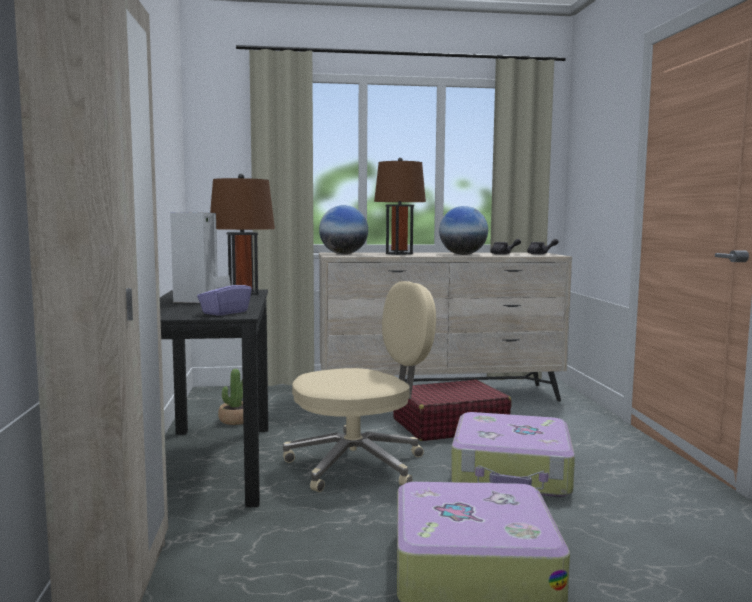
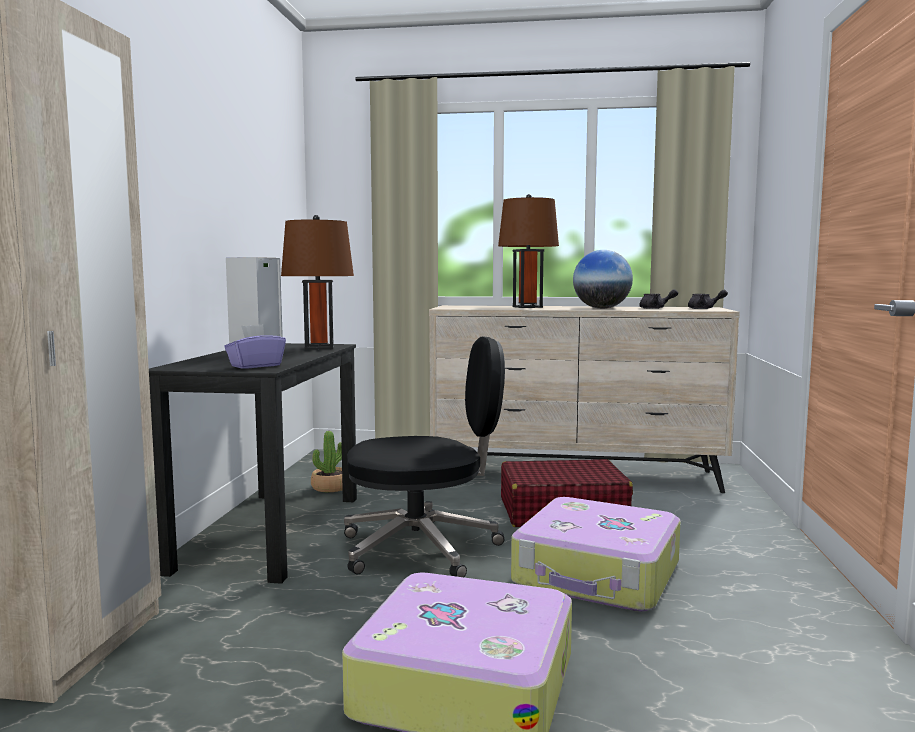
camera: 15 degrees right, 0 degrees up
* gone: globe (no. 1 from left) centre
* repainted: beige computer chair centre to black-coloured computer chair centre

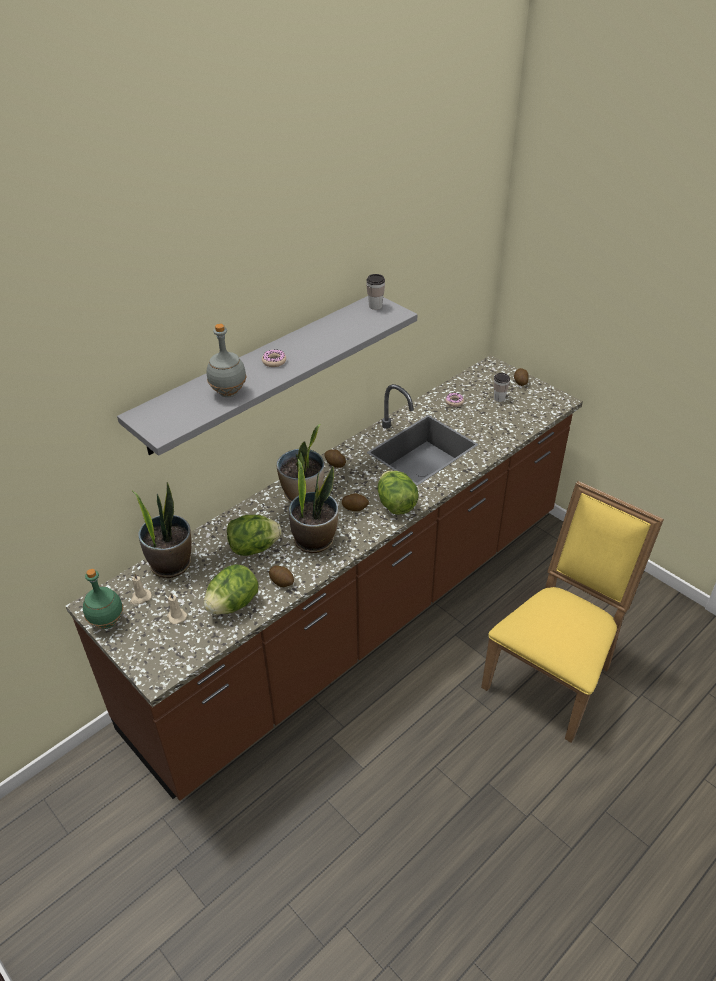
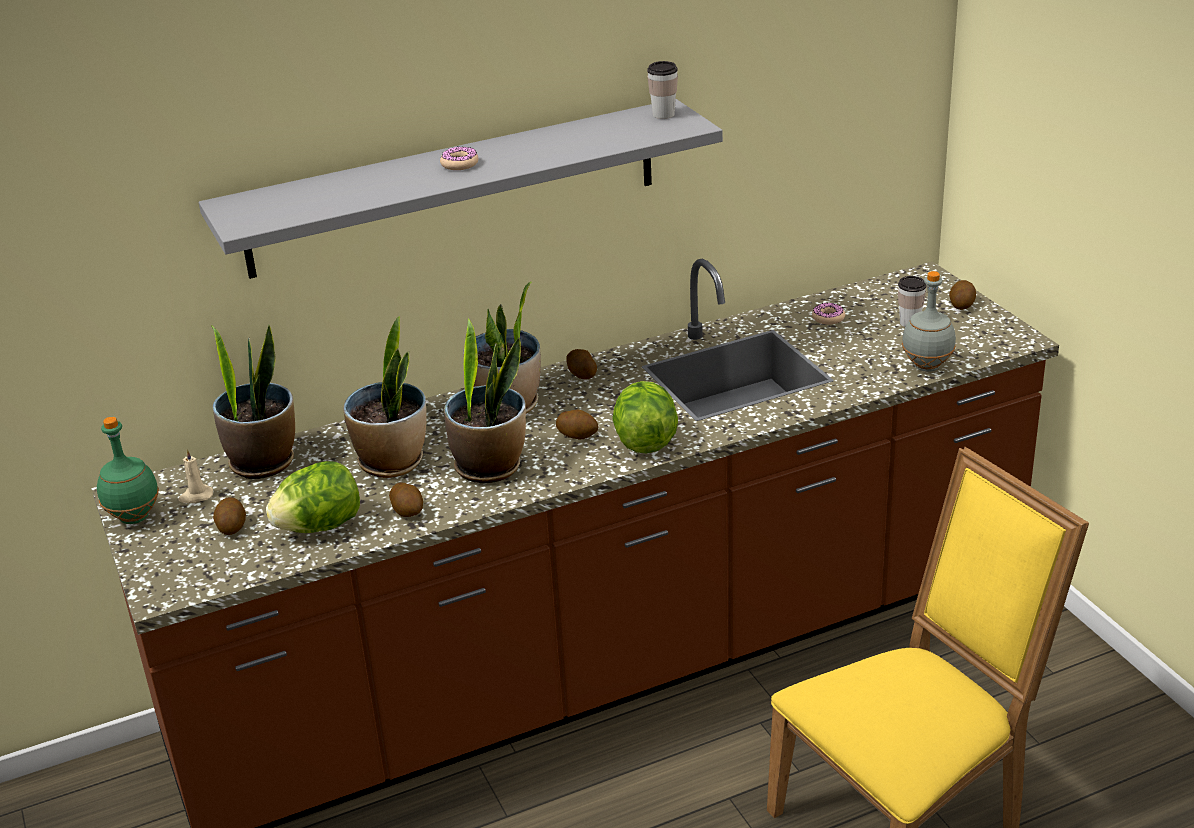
camera: 20 degrees right, 10 degrees down
* shifted: gray drink bottle middle left to middle right
* swapped: beige wax candle (no. 2 from left) middle left to whole potato (no. 1 from left) middle left
* swapped: lettuce head (no. 2 from left) centre to plant in a pot (no. 2 from left) middle left

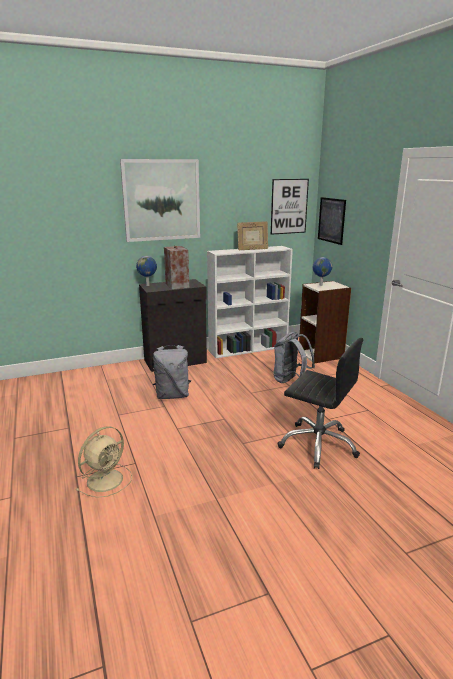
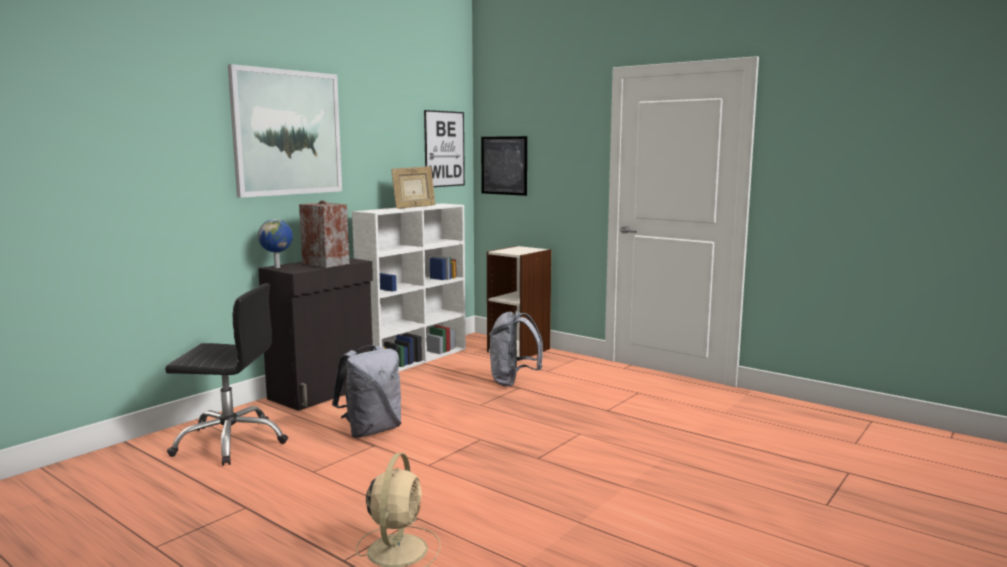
camera: 30 degrees left, 10 degrees down
* gone: globe (no. 2 from left) middle right
* shifted: black-coloured computer chair middle right to middle left

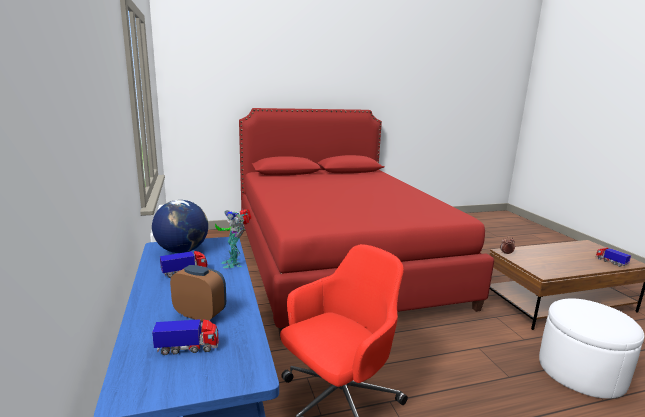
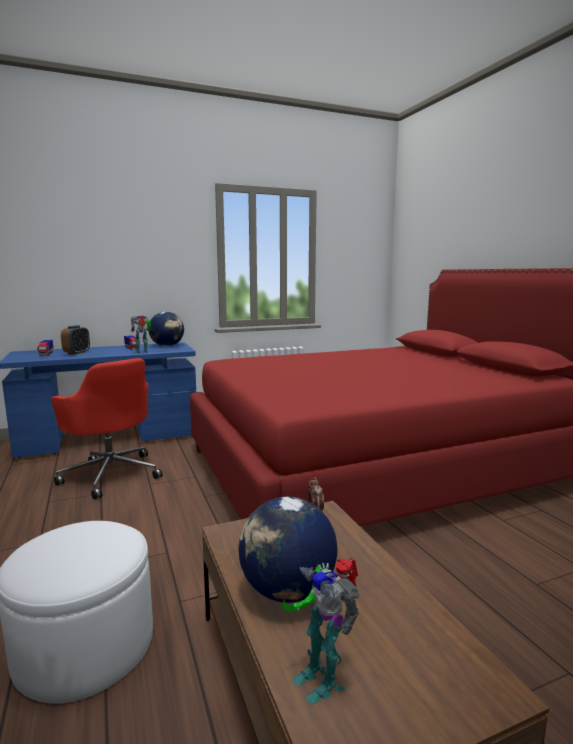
camera: 85 degrees right, 5 degrees down
* new: globe (no. 2 from left) bottom centre
* swapped: model truck (no. 3 from left) middle right to model robot (no. 2 from left) bottom centre

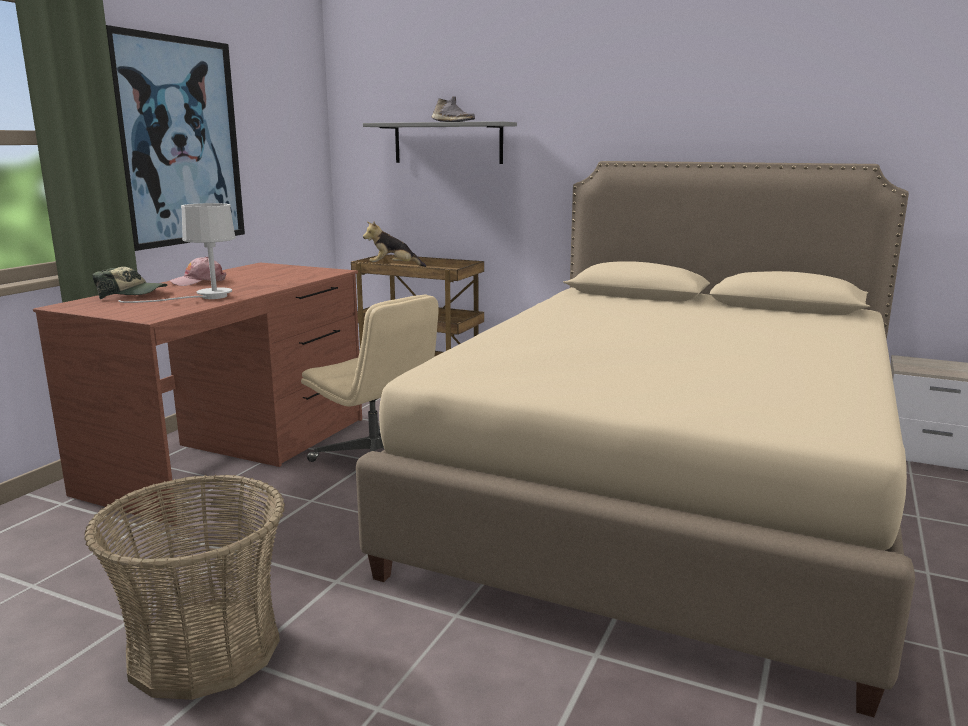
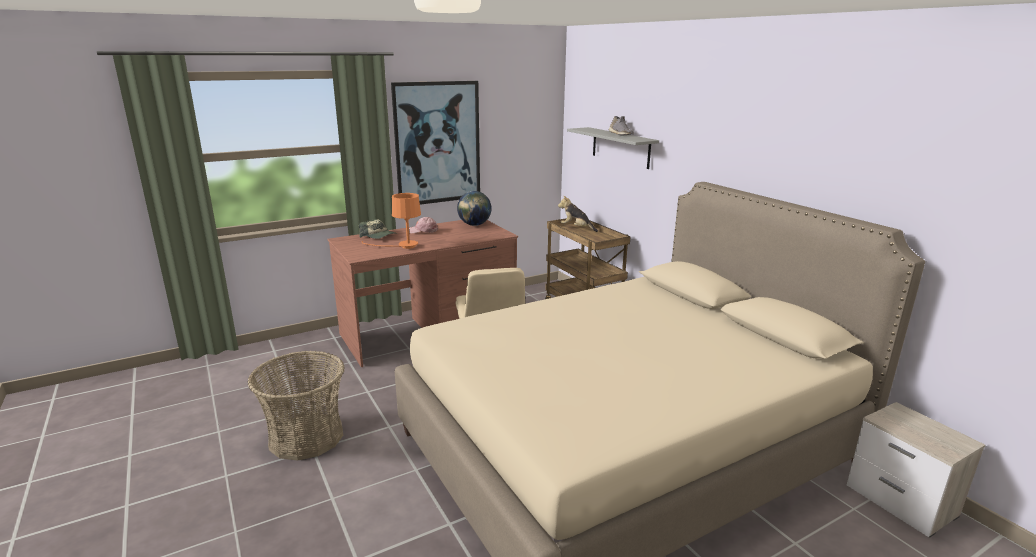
camera: 35 degrees right, 5 degrees up
* new: globe centre
* repainted: whitish tabletop lamp middle left to orange tabletop lamp centre

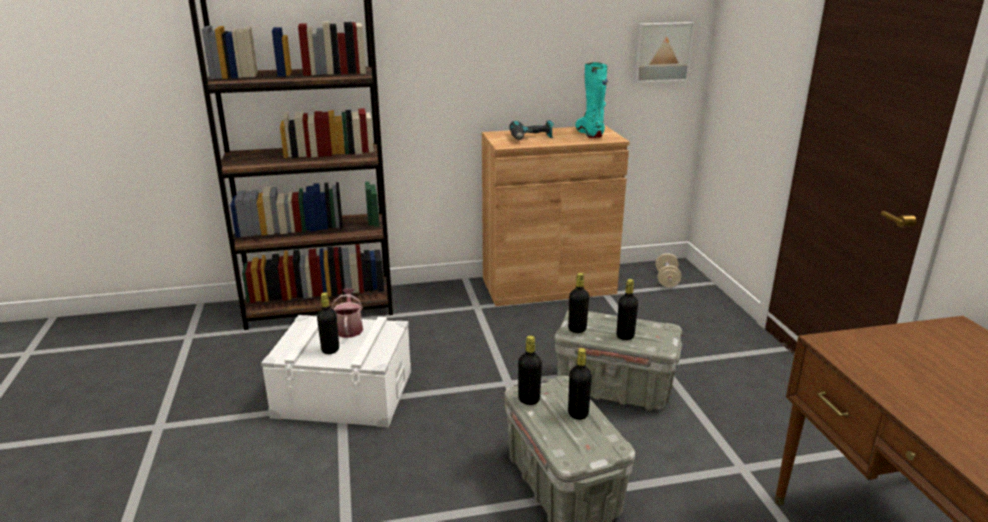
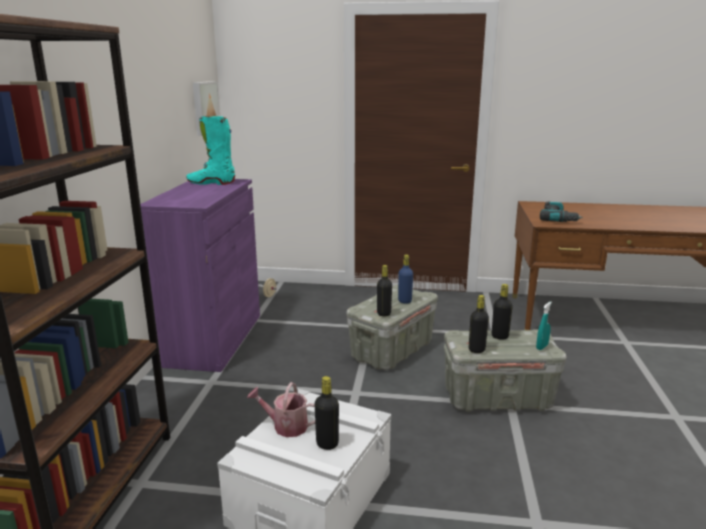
camera: 70 degrees left, 5 degrees down
* new: turquoise-coloured spray bottle middle right
* shifted: power drill top centre to middle right
* repainted: brown-coloured storage cabinet centre to purple-coloured storage cabinet middle left
* repainted: black-coloured drink bottle (no. 5 from left) centre to blue-coloured drink bottle centre

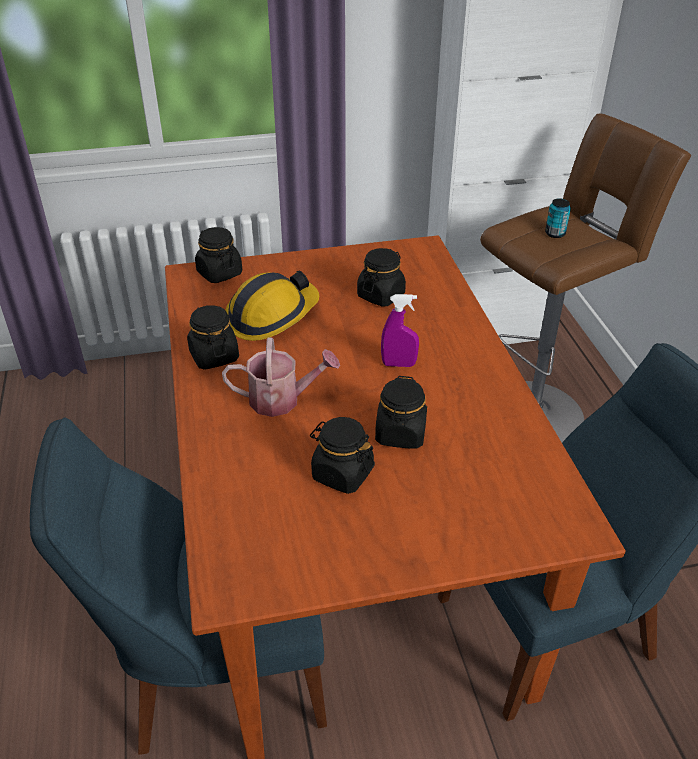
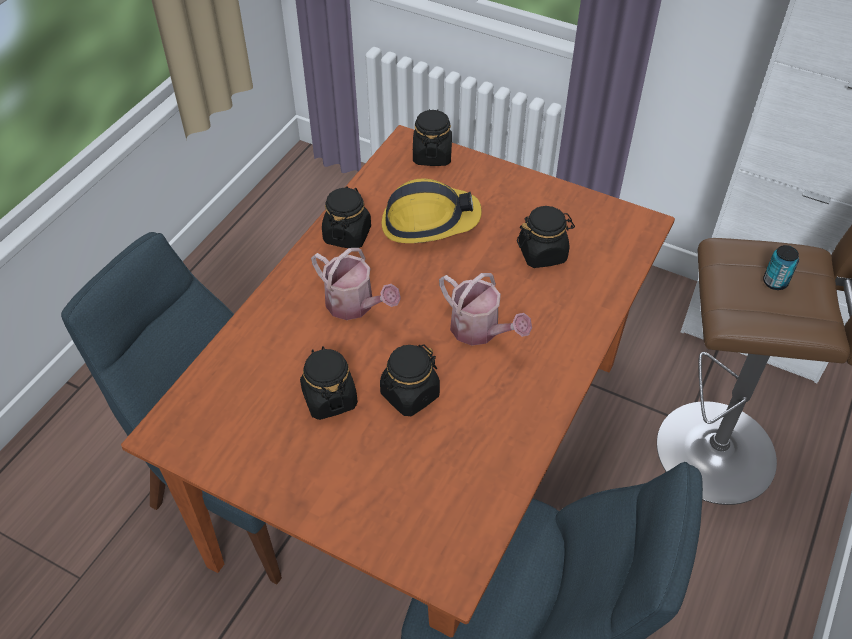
camera: 40 degrees right, 10 degrees up
* swapped: purple-coloured spray bottle centre to sprinkling can (no. 2 from left) centre

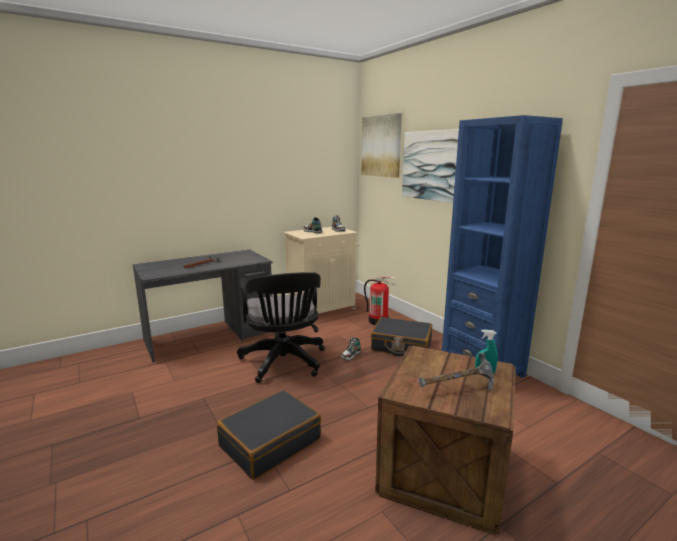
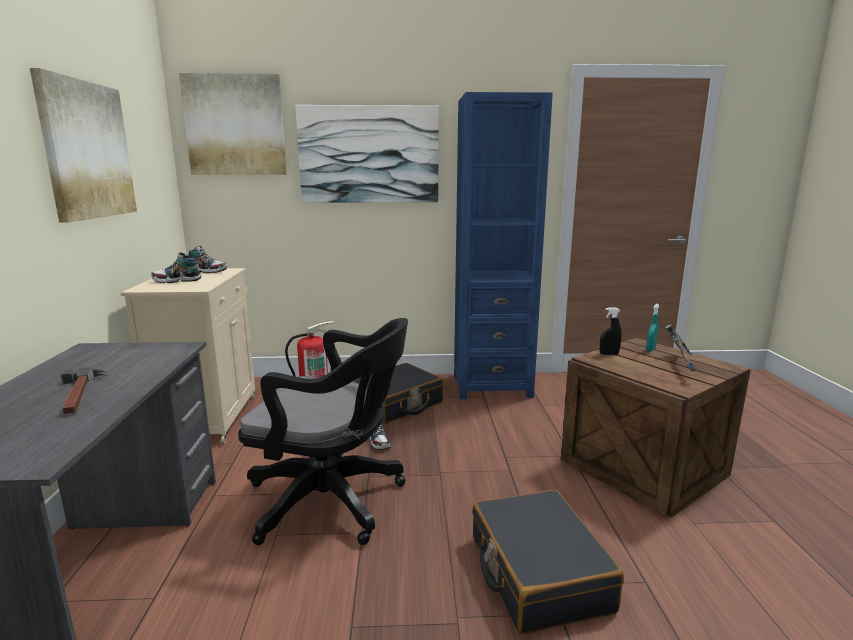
camera: 60 degrees left, 0 degrees up
* new: picture (no. 1 from left) top left
* new: black-coloured spray bottle middle right

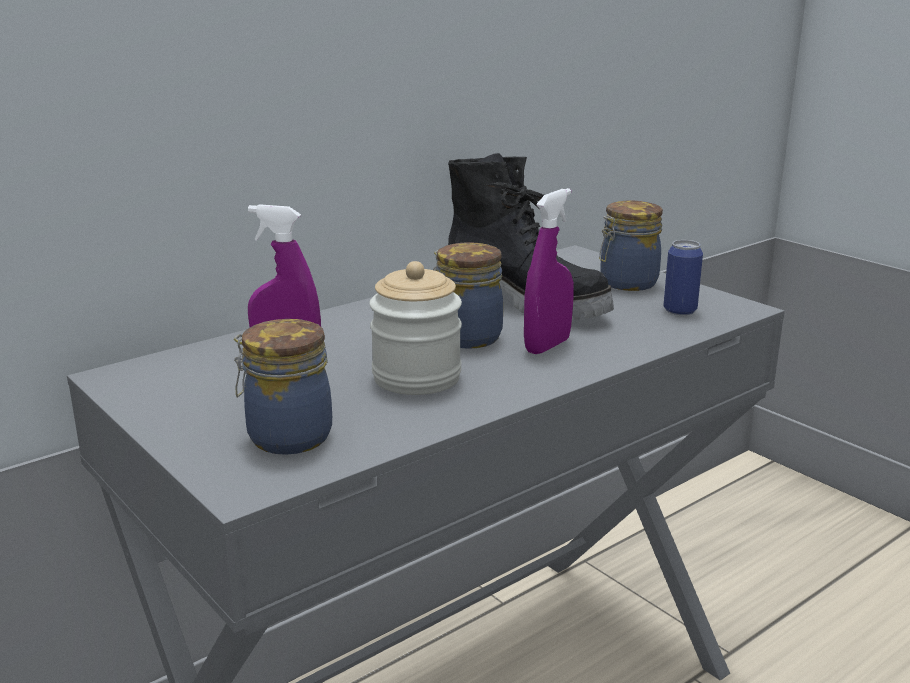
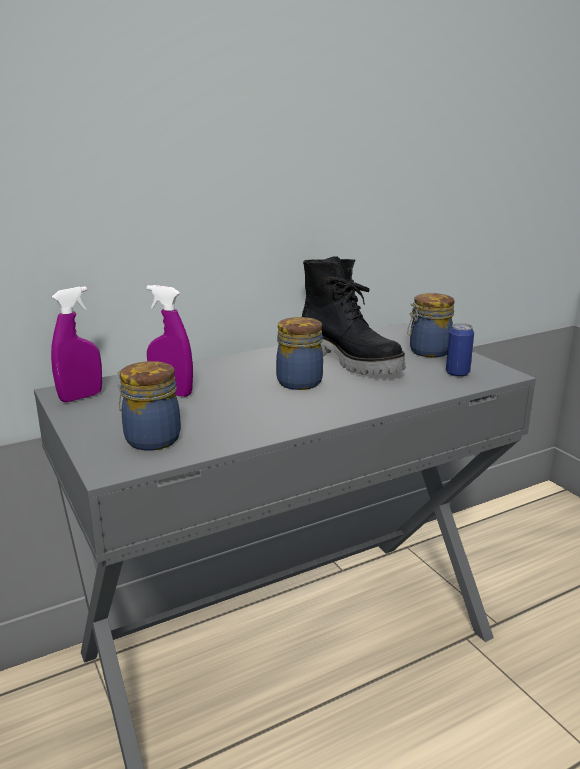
camera: 10 degrees right, 0 degrees up
* gone: storage jar (no. 2 from left) centre
* shifted: purple-coloured spray bottle (no. 2 from left in the first image) centre to purple-coloured spray bottle (no. 1 from left) middle left

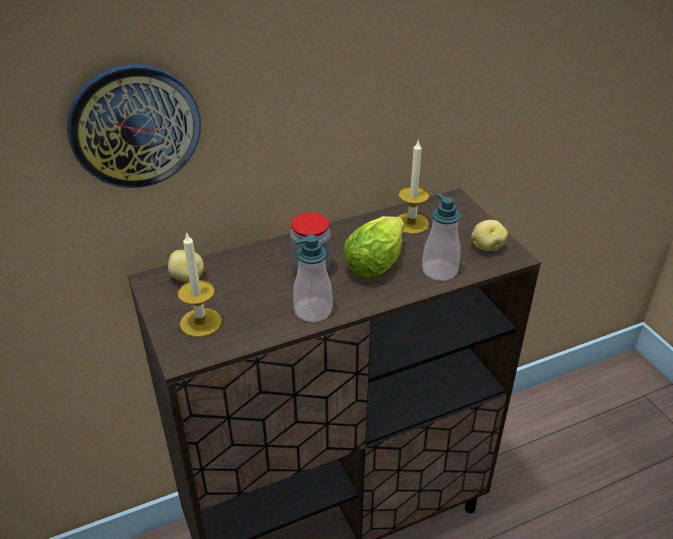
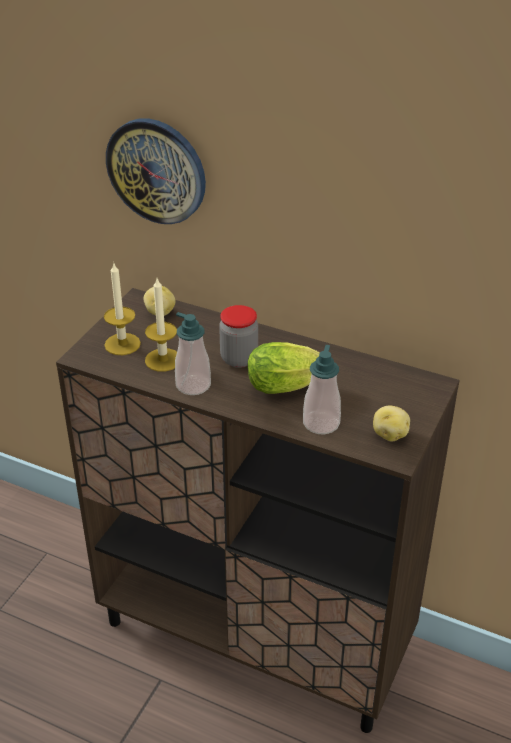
camera: 50 degrees right, 0 degrees up
* shifted: wax candle (no. 2 from left) centre to middle left

